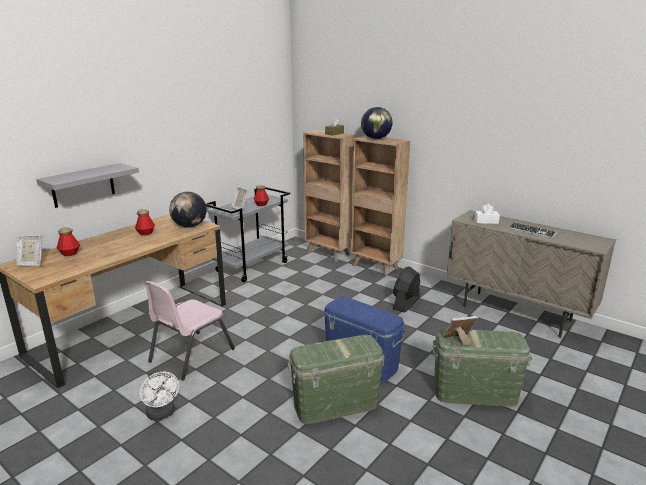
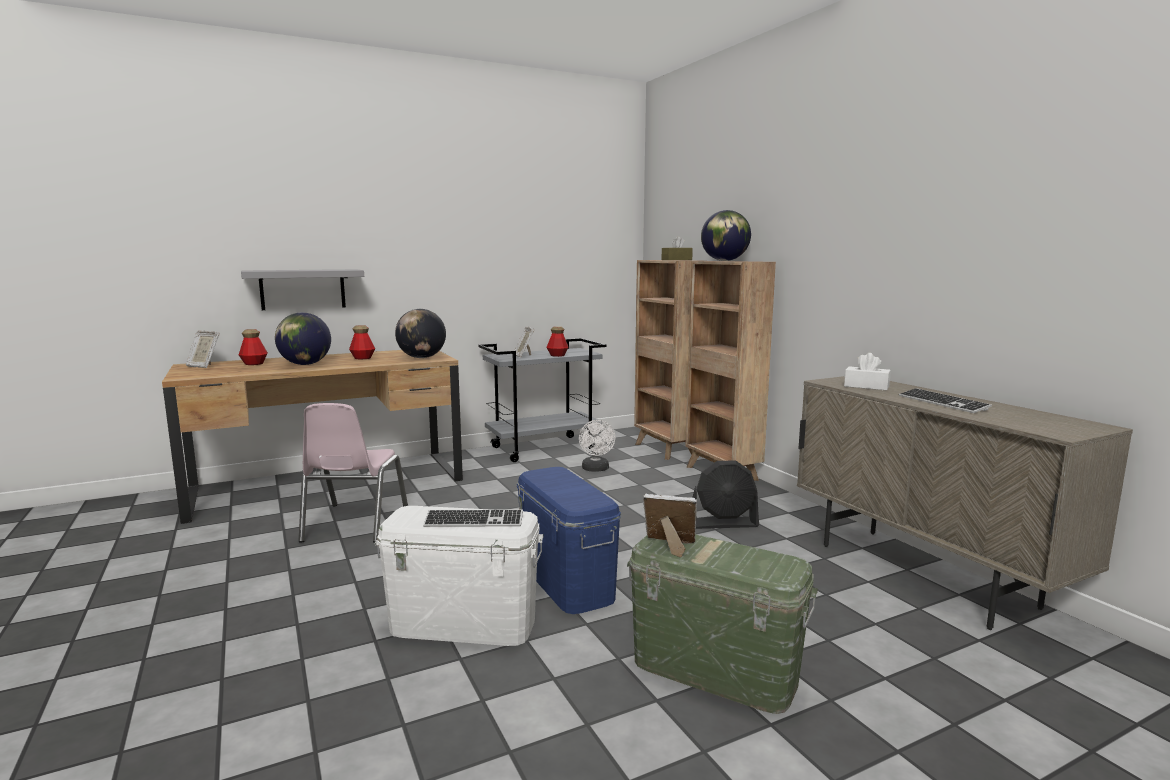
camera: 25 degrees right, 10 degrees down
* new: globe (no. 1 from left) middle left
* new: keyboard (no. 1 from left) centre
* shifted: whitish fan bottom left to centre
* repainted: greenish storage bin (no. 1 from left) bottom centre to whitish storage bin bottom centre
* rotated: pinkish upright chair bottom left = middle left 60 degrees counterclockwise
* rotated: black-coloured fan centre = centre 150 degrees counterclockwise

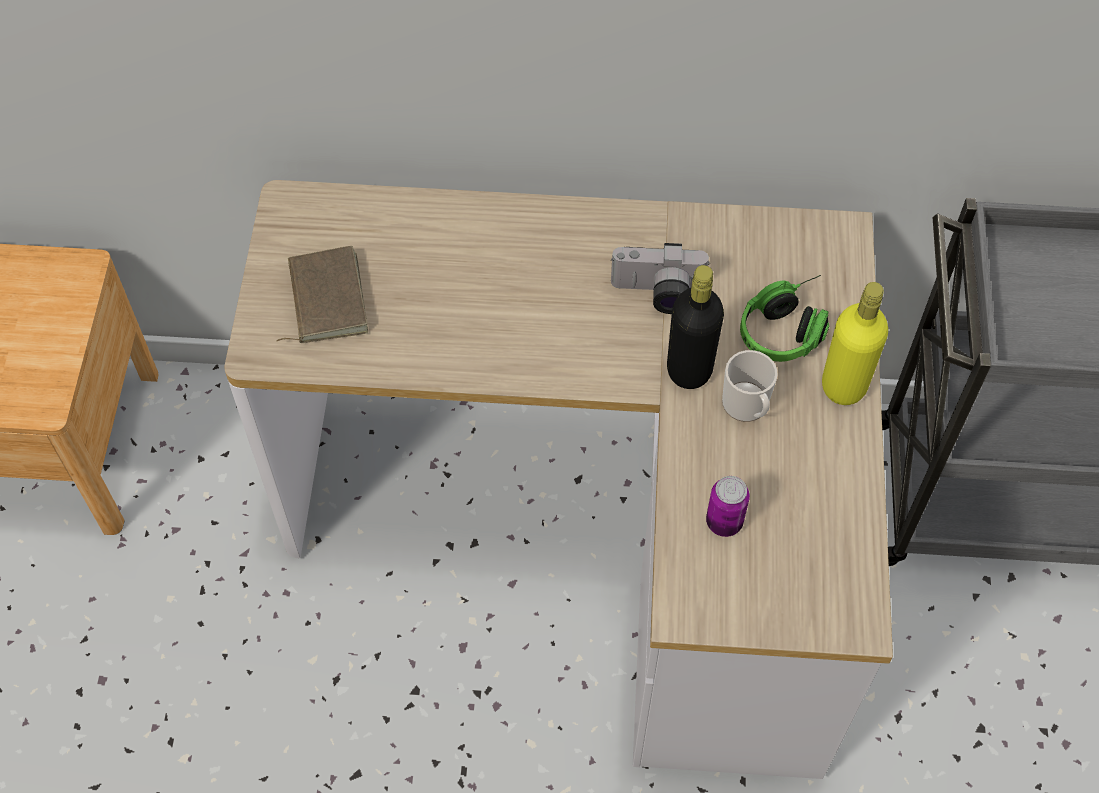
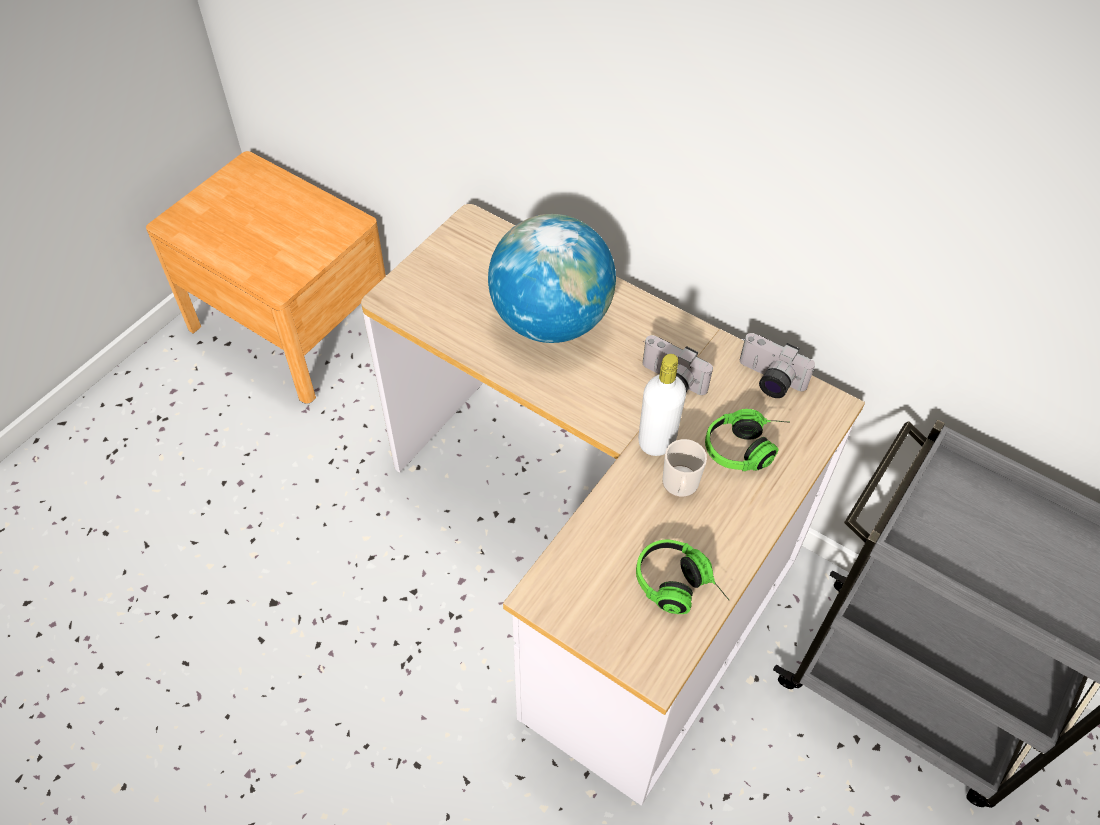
camera: 30 degrees right, 5 degrees down
* gone: brown-coloured book middle left
* gone: can centre
* gone: yellow-coloured drink bottle middle right
* new: globe centre
* new: headphones (no. 1 from left) bottom centre
* new: still camera (no. 2 from left) middle right
* repainted: black-coloured drink bottle centre to whitish drink bottle centre

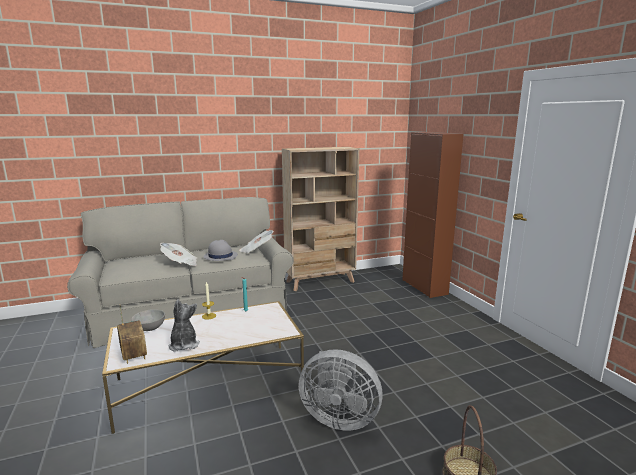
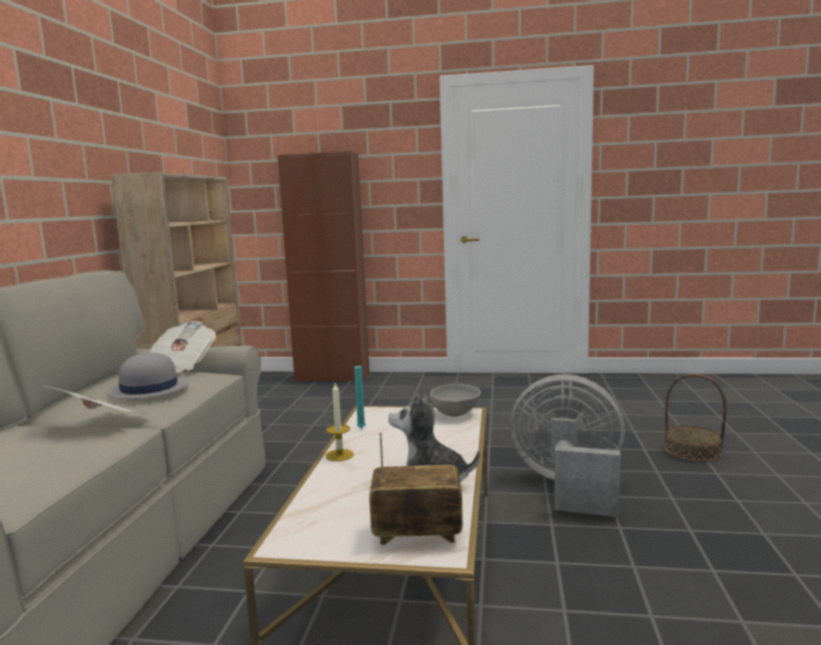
camera: 60 degrees left, 5 degrees down
* shifted: gray deep dish bottom left to centre
* rotated: gray fan bottom centre = bottom right 120 degrees counterclockwise

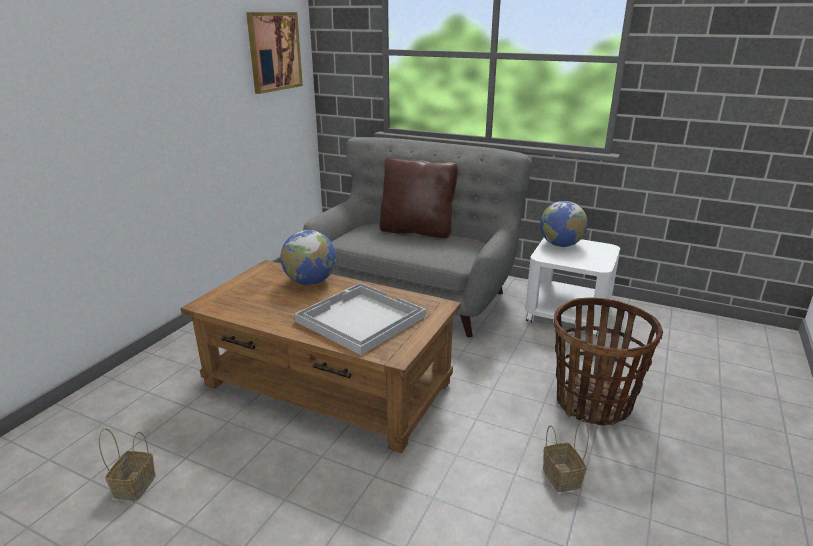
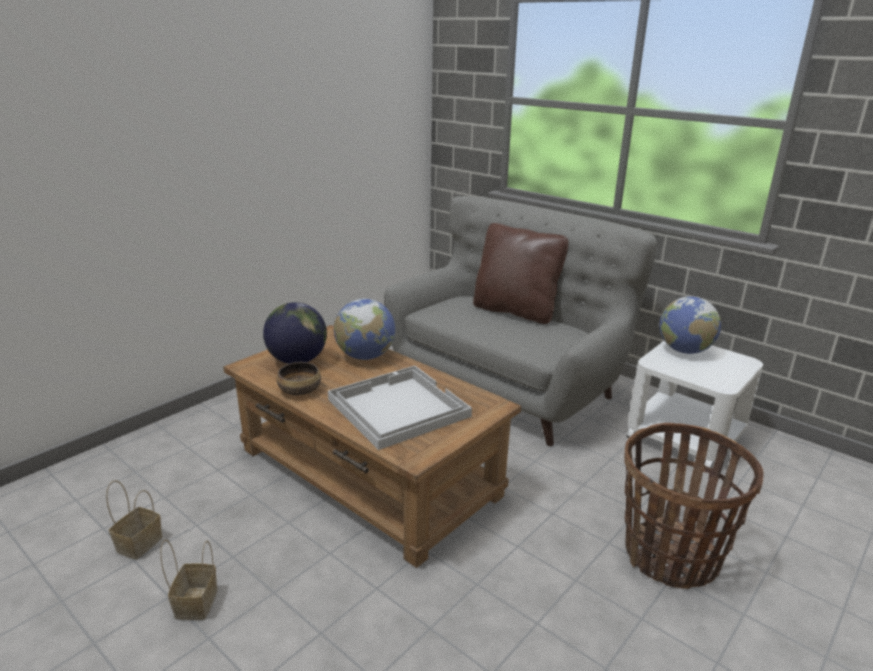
camera: 15 degrees right, 0 degrees up
* gone: picture top centre
* new: globe (no. 1 from left) centre
* new: deep dish centre
* shifted: household basket (no. 2 from left) bottom right to bottom left

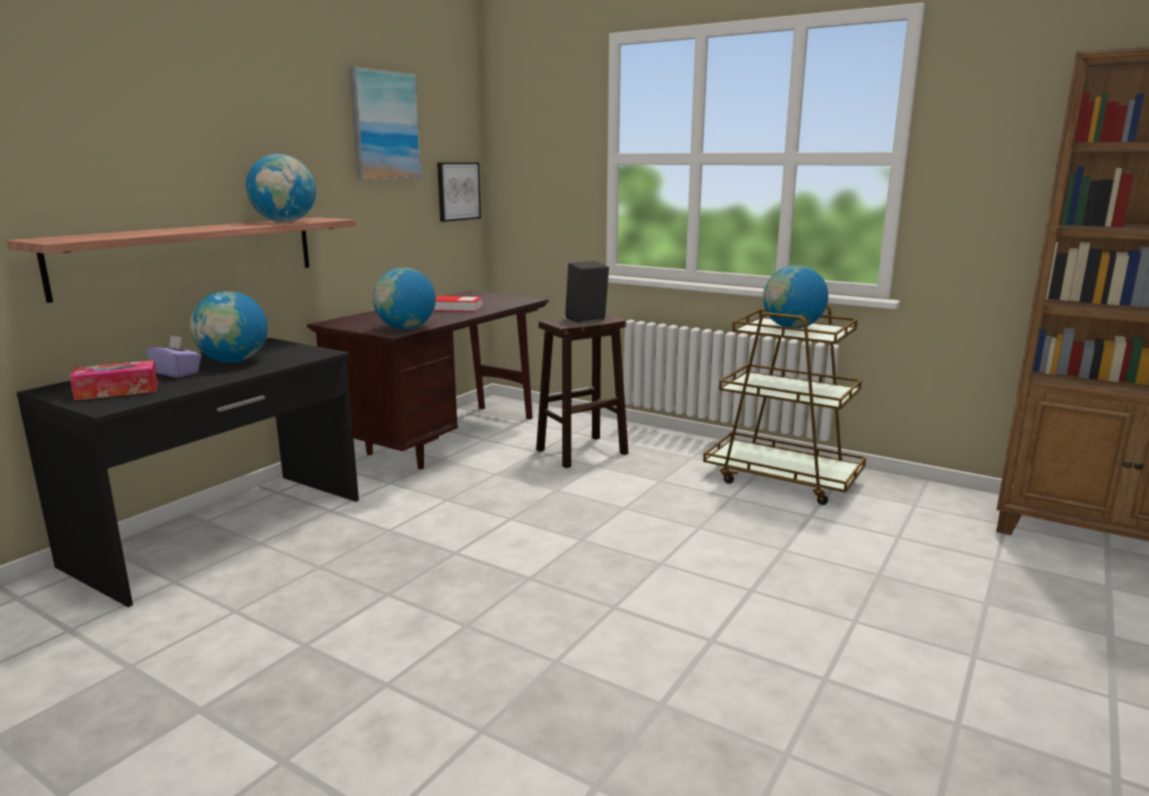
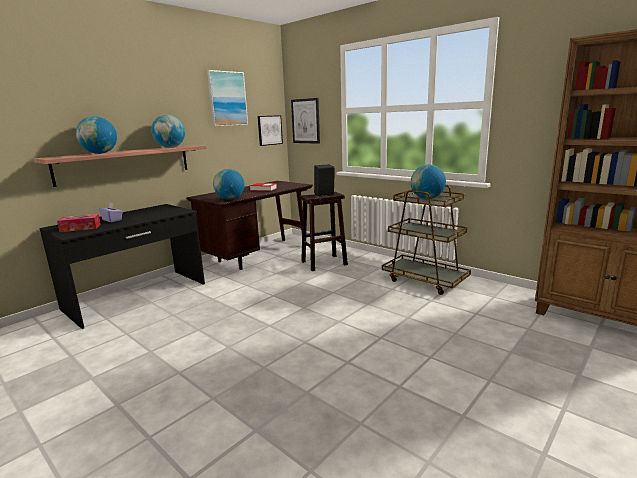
camera: 10 degrees right, 0 degrees up
* new: picture (no. 3 from left) top centre
* shifted: globe (no. 1 from left) middle left to top left

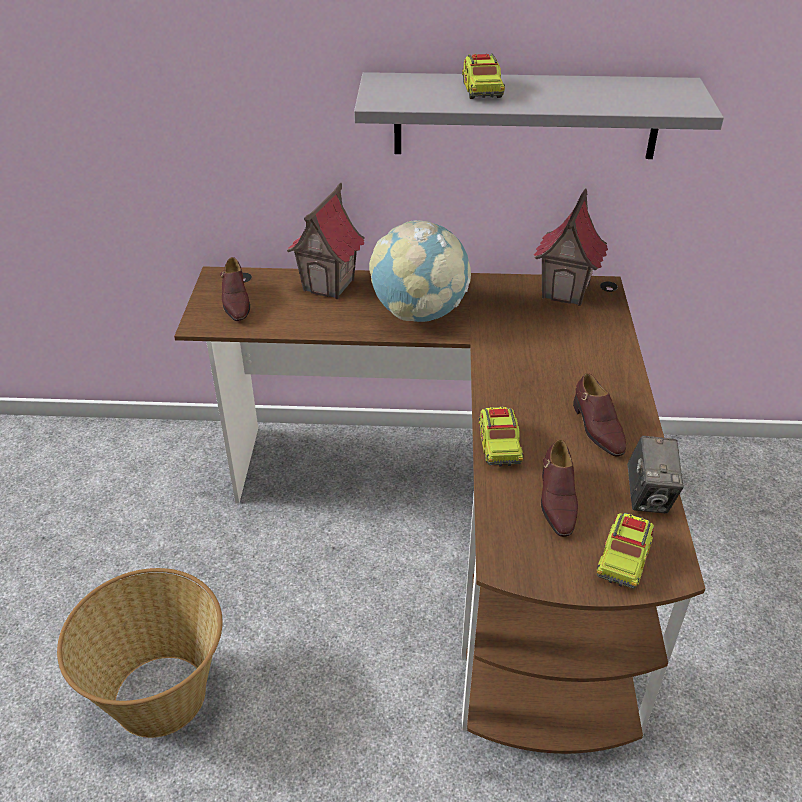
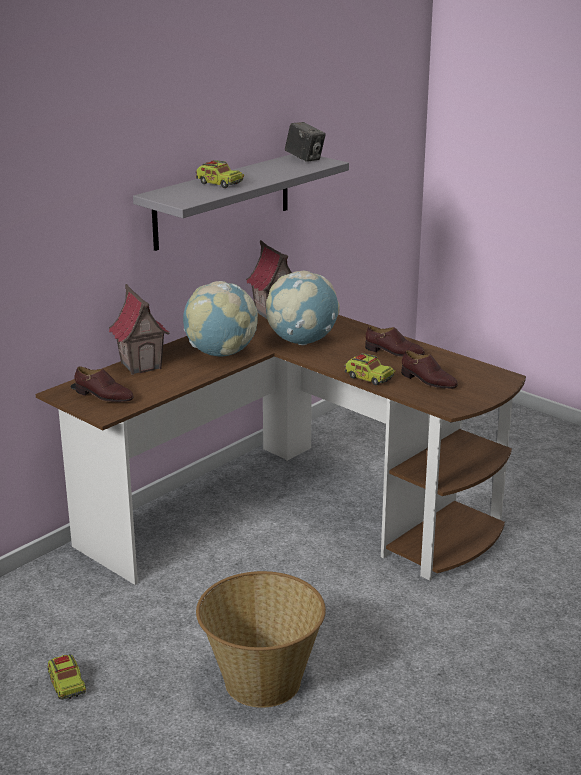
camera: 50 degrees left, 15 degrees down
* new: globe (no. 2 from left) centre
* shifted: model truck (no. 3 from left in the first image) bottom right to model truck (no. 1 from left) bottom left
* shifted: still camera middle right to top centre

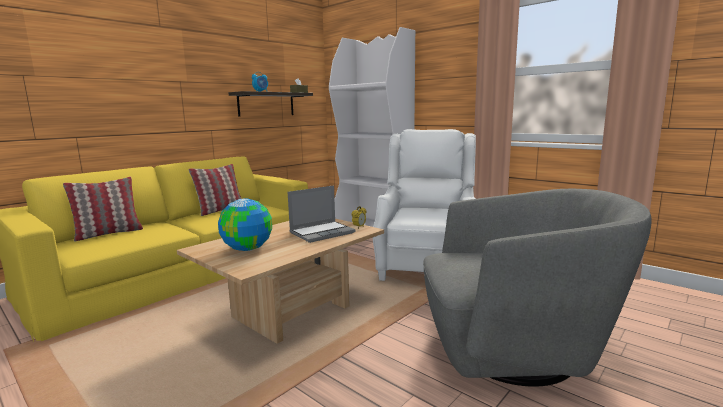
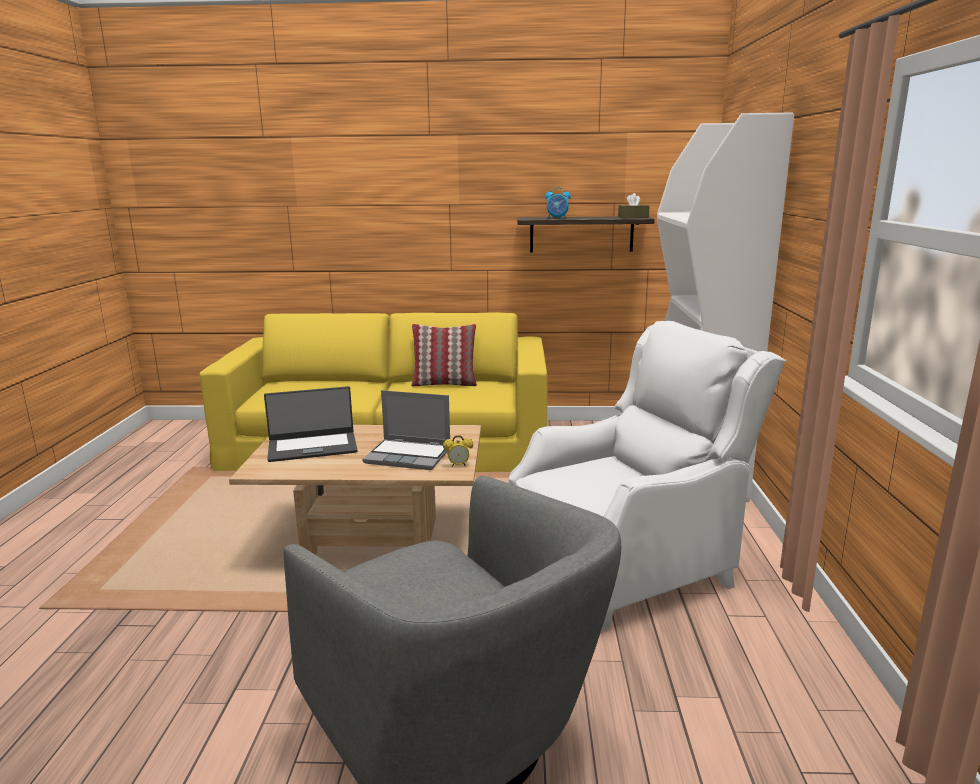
camera: 50 degrees right, 5 degrees up
* gone: pillow (no. 1 from left) middle left
* swapped: globe centre to portable computer (no. 1 from left) middle left

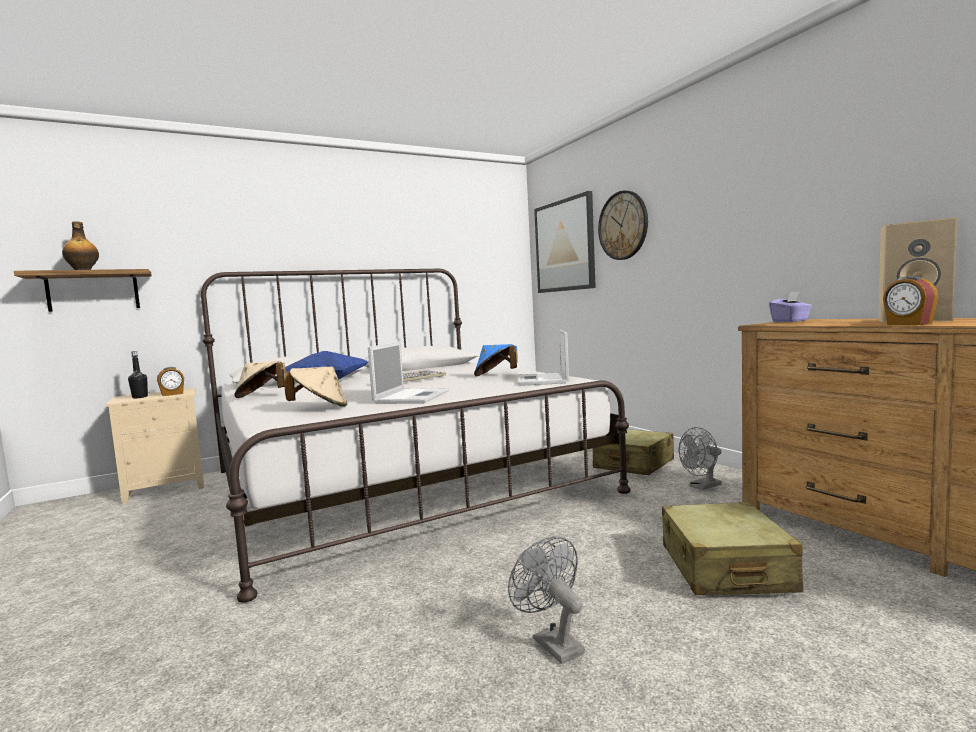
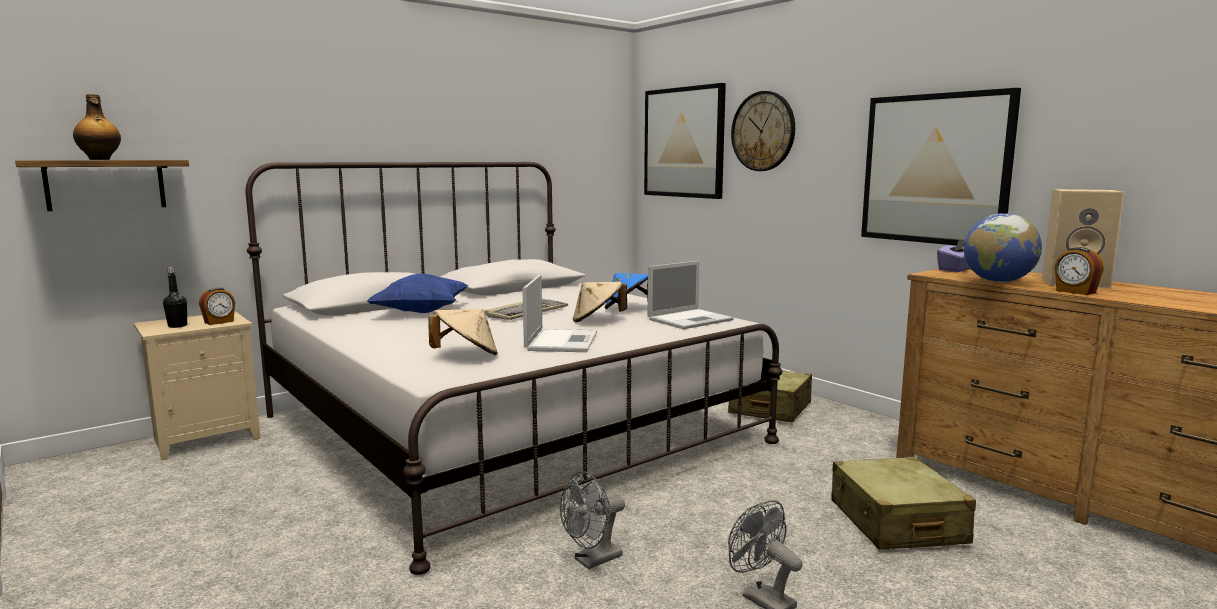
camera: 10 degrees left, 5 degrees up
* new: picture (no. 2 from left) top right
* new: globe middle right
* shifted: beige wearable hat (no. 1 from left in the first image) middle left to beige wearable hat (no. 2 from left) centre
* shifted: gray fan (no. 2 from left in the first image) middle right to gray fan (no. 1 from left) bottom centre
* rotated: portable computer (no. 2 from left) centre = centre 120 degrees counterclockwise

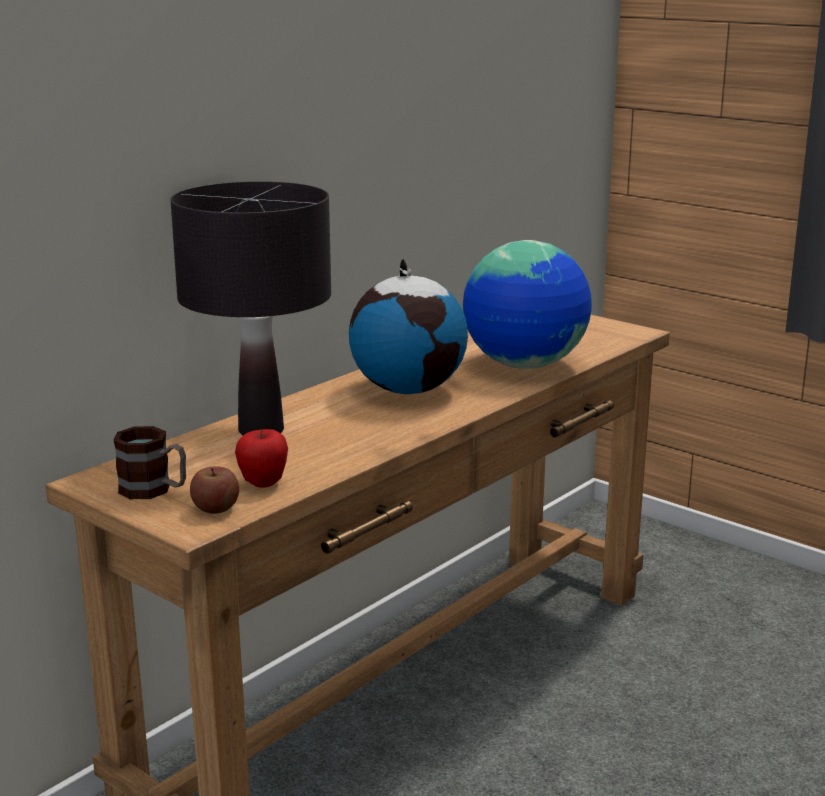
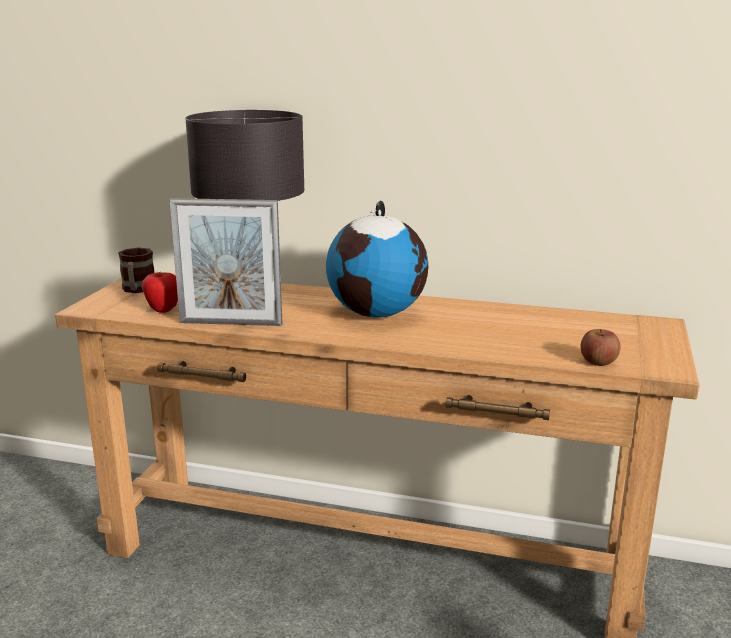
camera: 65 degrees right, 0 degrees up
* gone: globe (no. 2 from left) centre
* new: picture frame middle left
* shifted: whole apple (no. 1 from left in the first image) middle left to whole apple (no. 2 from left) middle right

